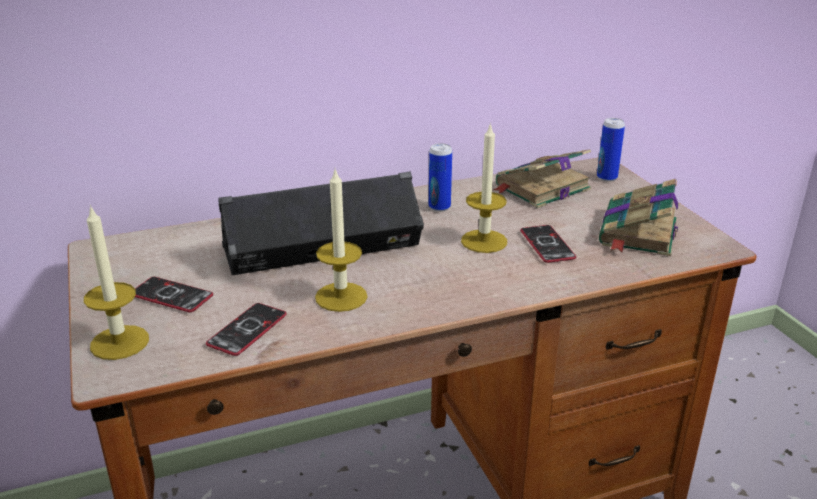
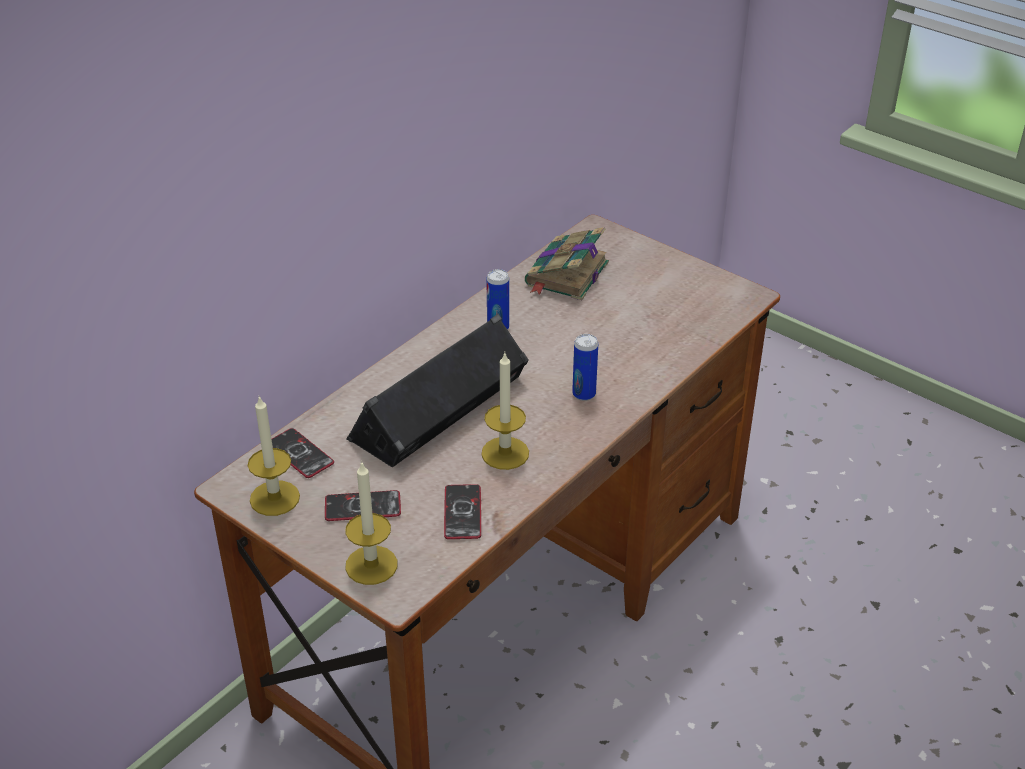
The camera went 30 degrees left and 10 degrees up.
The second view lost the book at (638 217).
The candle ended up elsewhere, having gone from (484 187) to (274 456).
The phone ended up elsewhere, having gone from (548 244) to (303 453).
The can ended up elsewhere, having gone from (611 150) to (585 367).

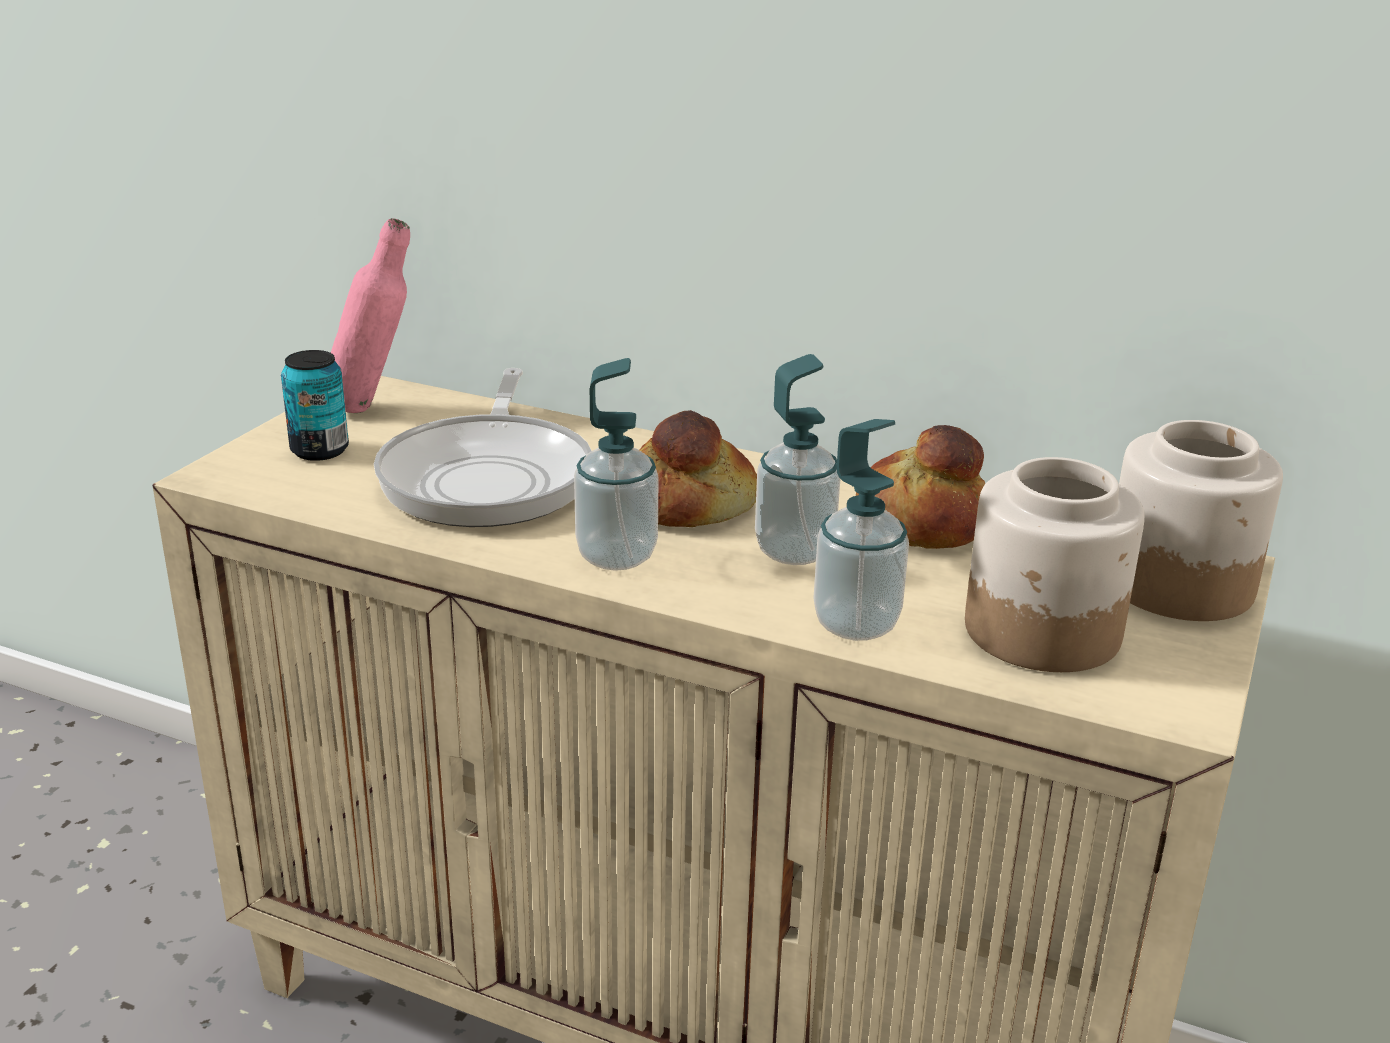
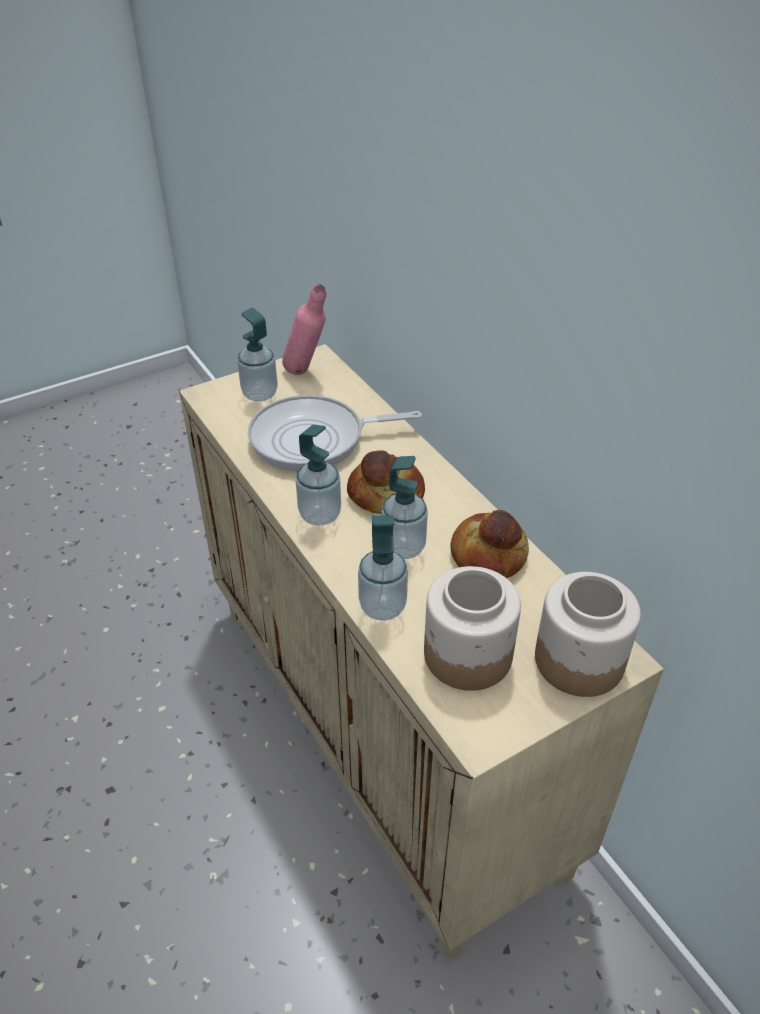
The camera went 35 degrees right and 15 degrees up.
Where the can stood at (315 405), the soap dispenser came to stand at (257 355).
The frying pan at (483 447) ended up facing another way, 45 degrees clockwise from before.

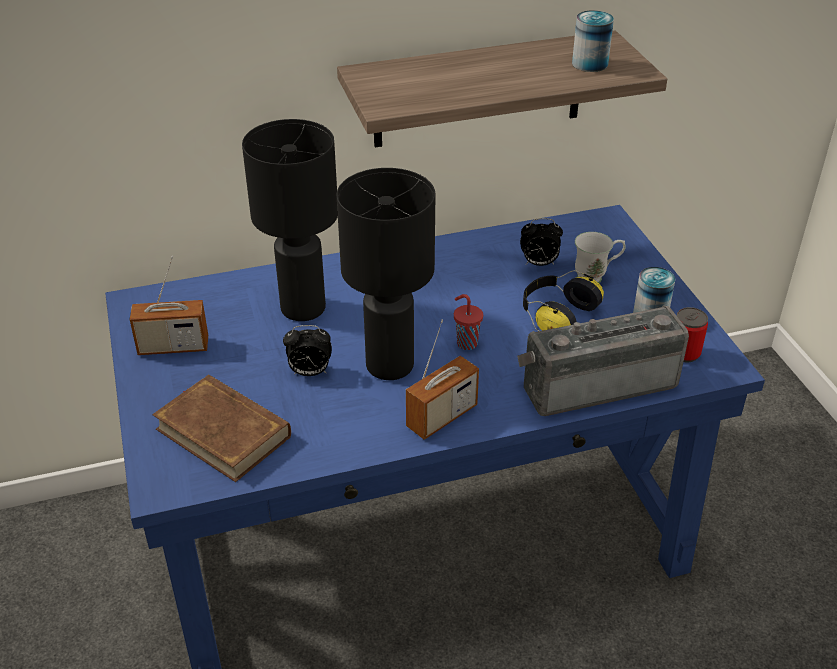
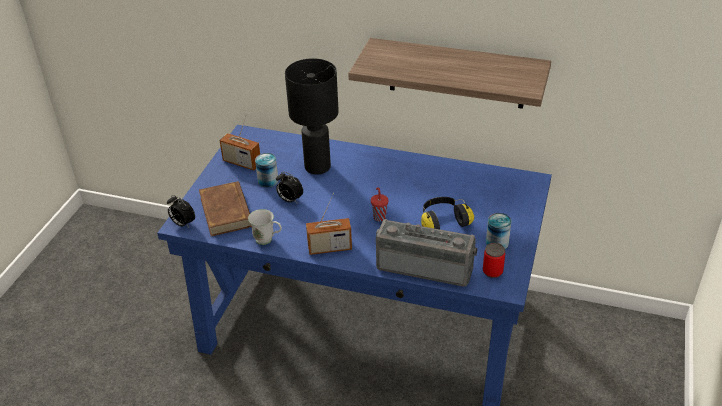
The camera went 35 degrees right and 0 degrees up.
The second view lost the table lamp in black at (386 274).
The alarm clock ended up elsewhere, having gone from (541 242) to (181 211).
The can ended up elsewhere, having gone from (593 41) to (266 170).
The mug in white ended up elsewhere, having gone from (600 257) to (265 227).

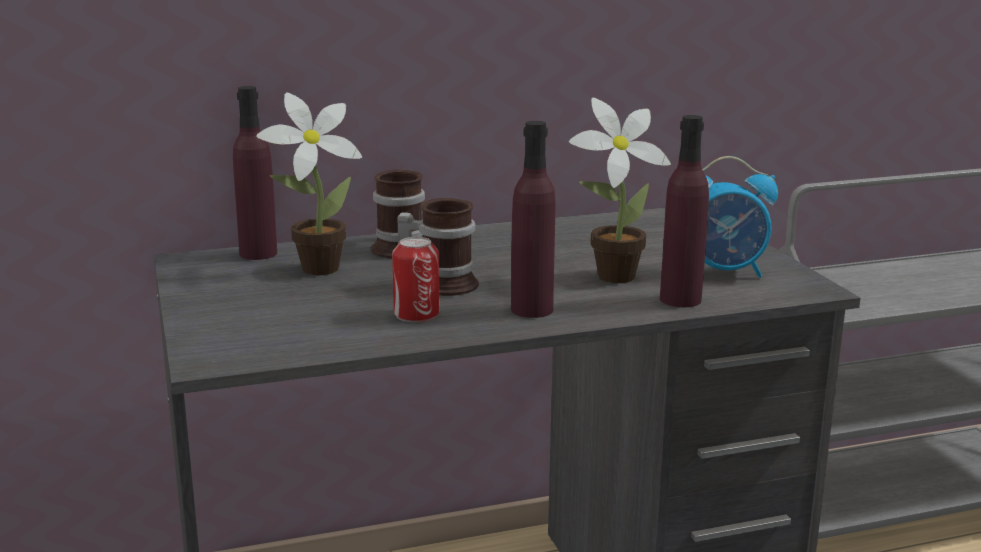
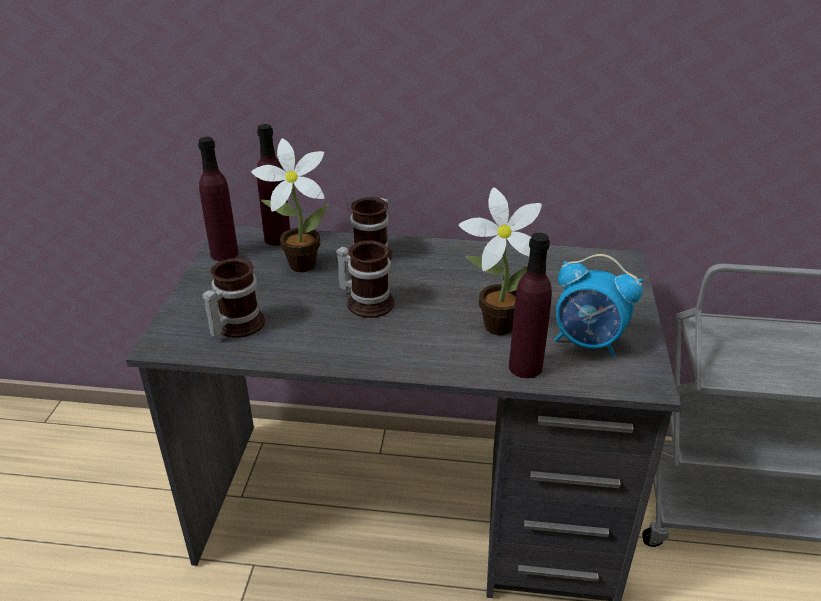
The camera went 25 degrees right and 15 degrees up.
The second view lost the can at (415 280).
The second view gained the mug at (233 298).
The bottle in purple ended up elsewhere, having gone from (533 219) to (218 199).

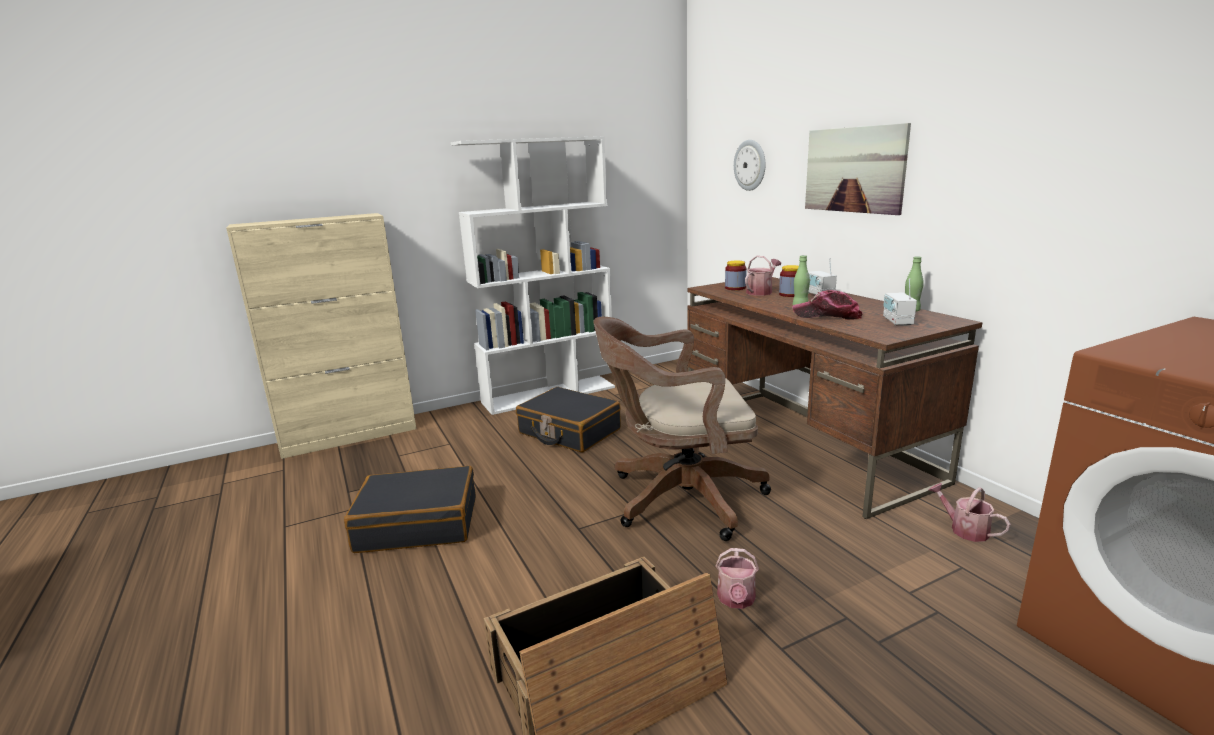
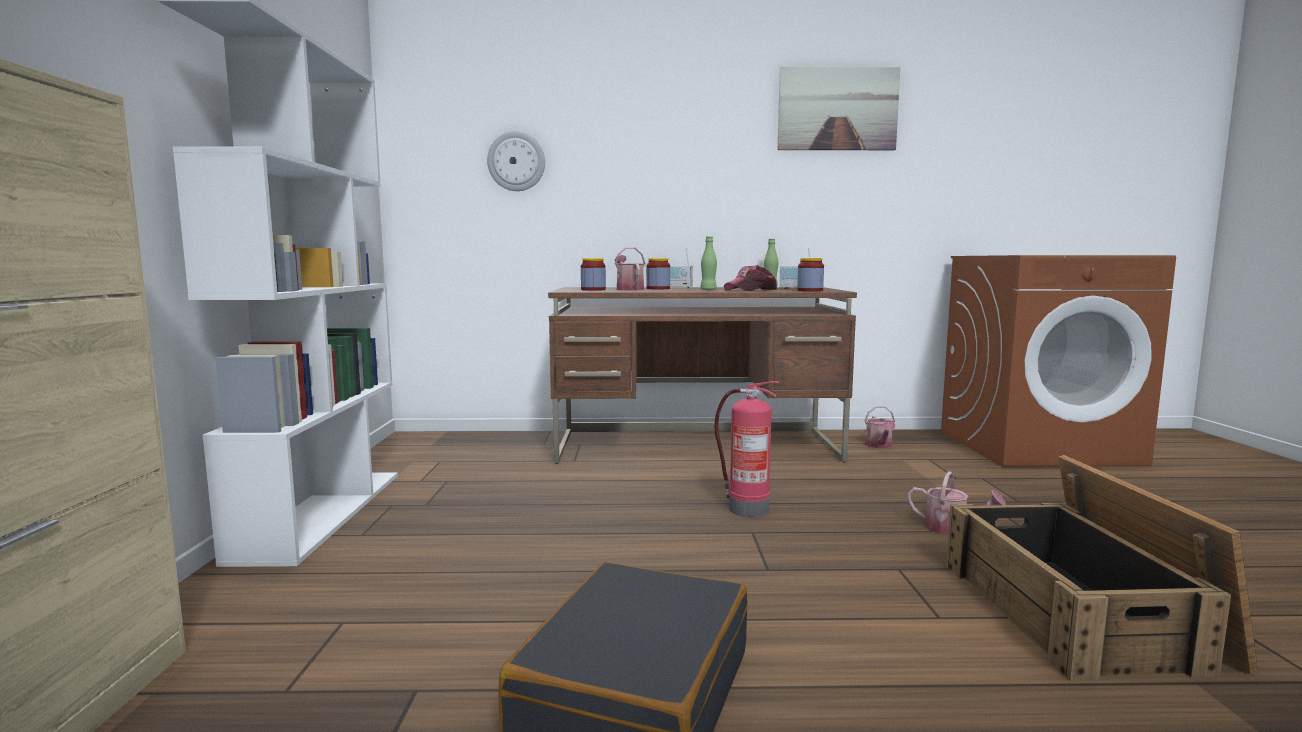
The camera went 65 degrees left and 10 degrees down.
The second view lost the suitcase in black at (568 419).
The second view gained the jar at (810 275).
The picture ended up elsewhere, having gone from (858 169) to (839 108).
Where the office chair in brown stood at (682 429), the fire extinguisher came to stand at (747 449).
The watering can at (970 512) ended up facing another way, 75 degrees counterclockwise from before.

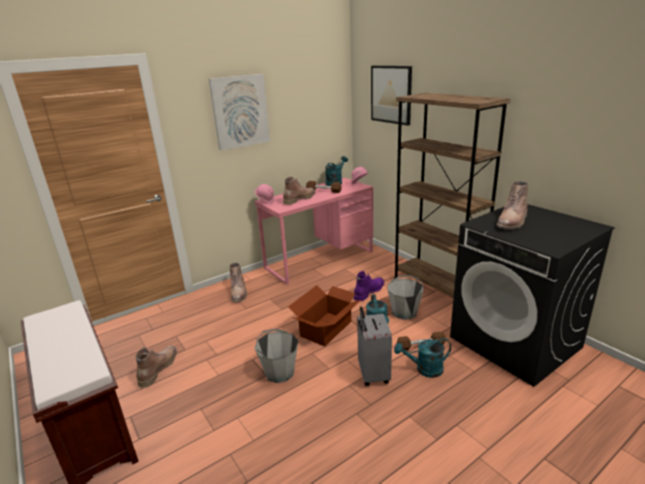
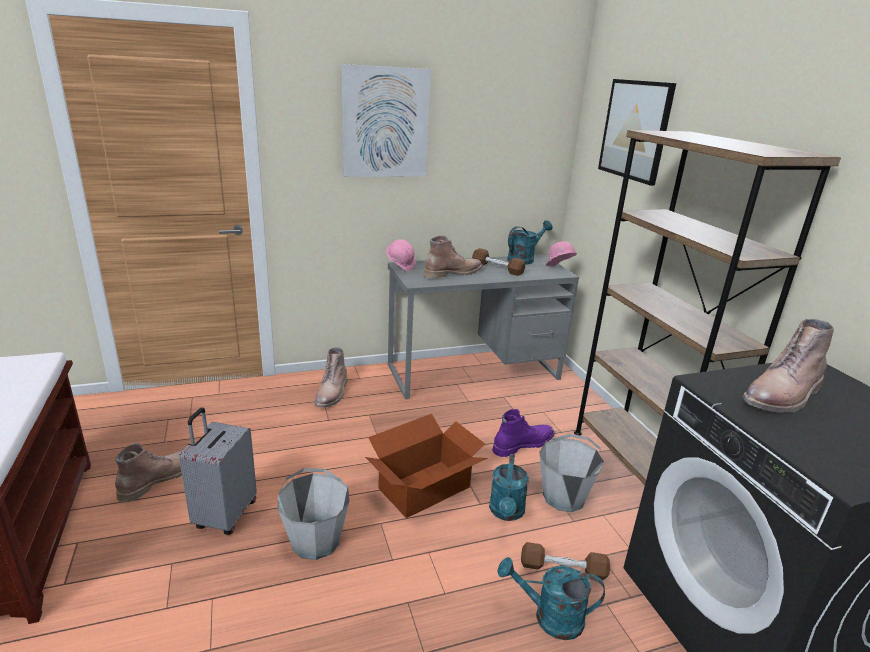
The camera went 15 degrees right and 0 degrees up.
The suitcase in grey ended up elsewhere, having gone from (374 346) to (218 471).
What was the desk in pink at (314 231) turned into the desk in grey at (483 327).

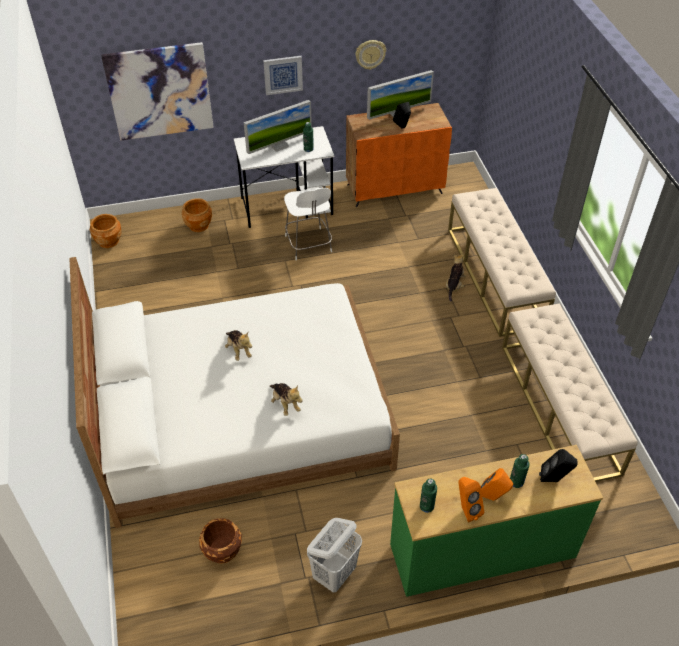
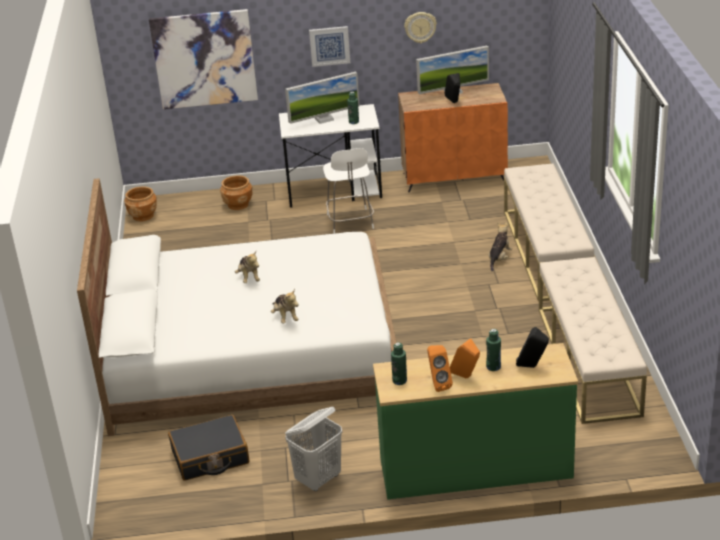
The camera went 10 degrees right and 15 degrees down.
Where the planter in brown stood at (220 540), the suitcase in black came to stand at (209 448).

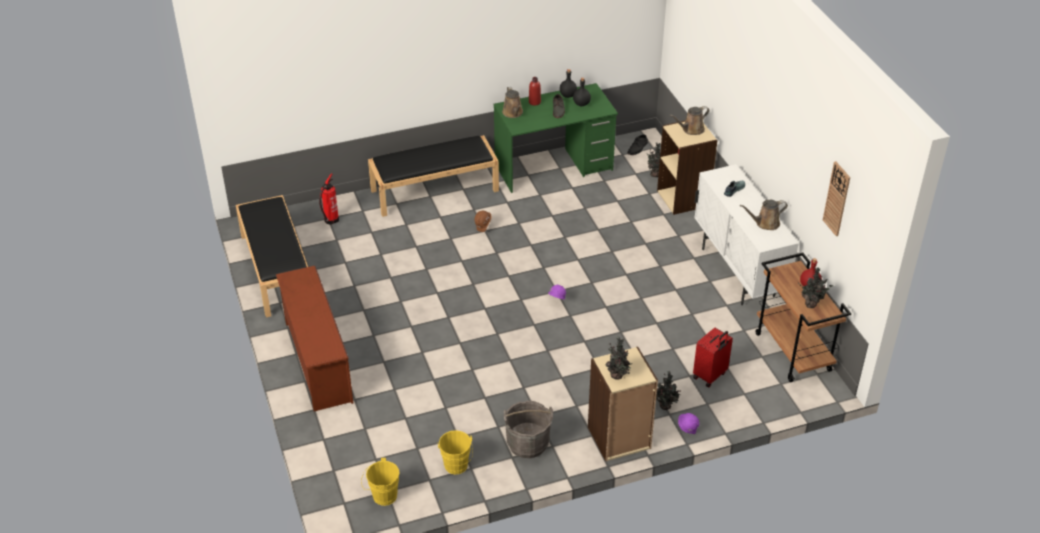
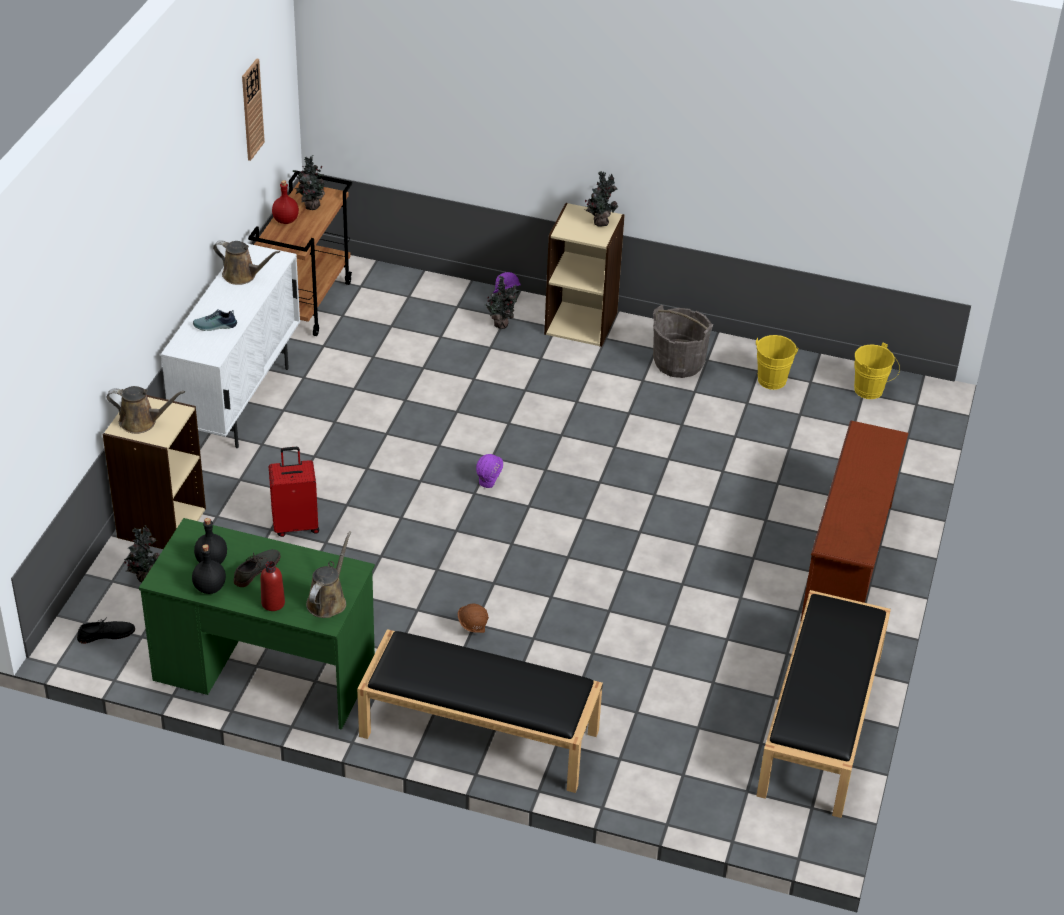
The camera went 145 degrees left and 0 degrees up.
The second view lost the fire extinguisher at (329 199).
The suitcase in red ended up elsewhere, having gone from (713 357) to (294 492).

